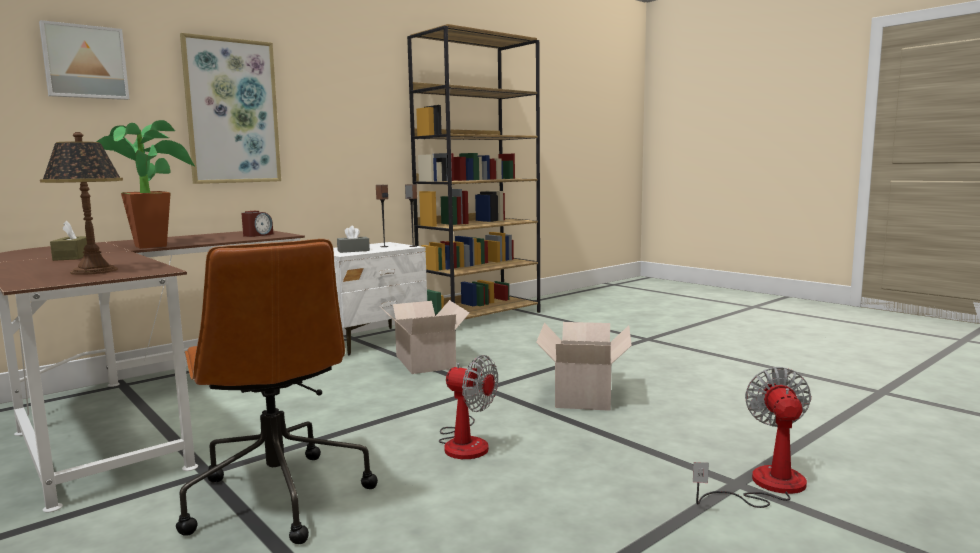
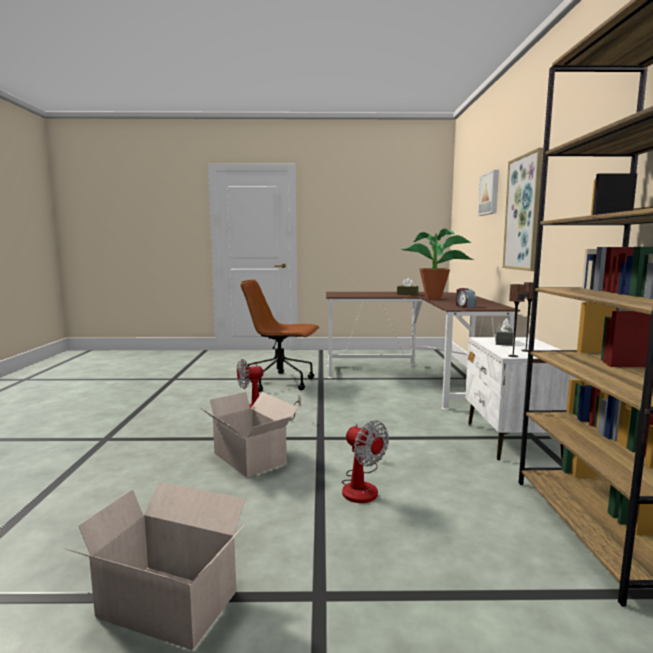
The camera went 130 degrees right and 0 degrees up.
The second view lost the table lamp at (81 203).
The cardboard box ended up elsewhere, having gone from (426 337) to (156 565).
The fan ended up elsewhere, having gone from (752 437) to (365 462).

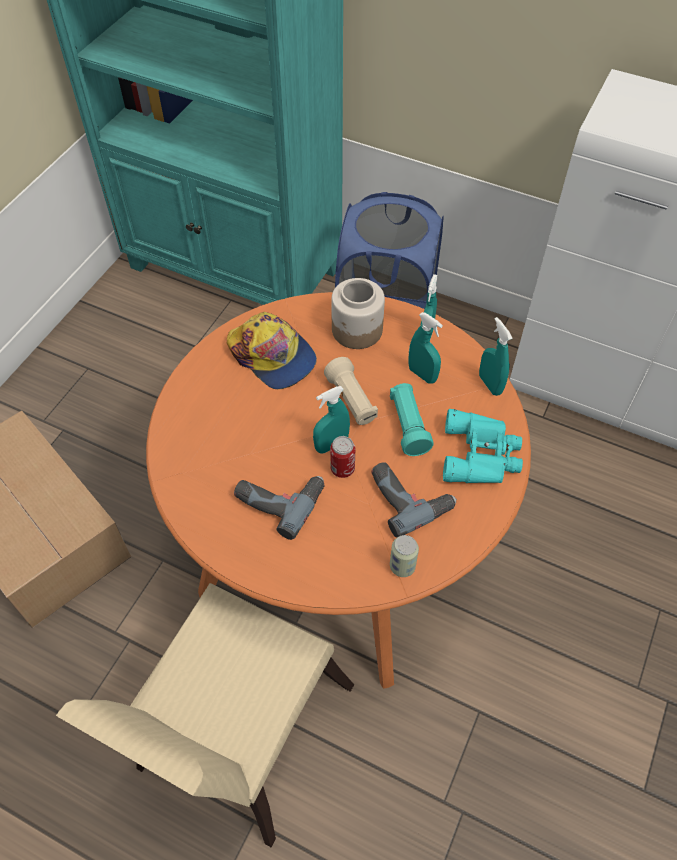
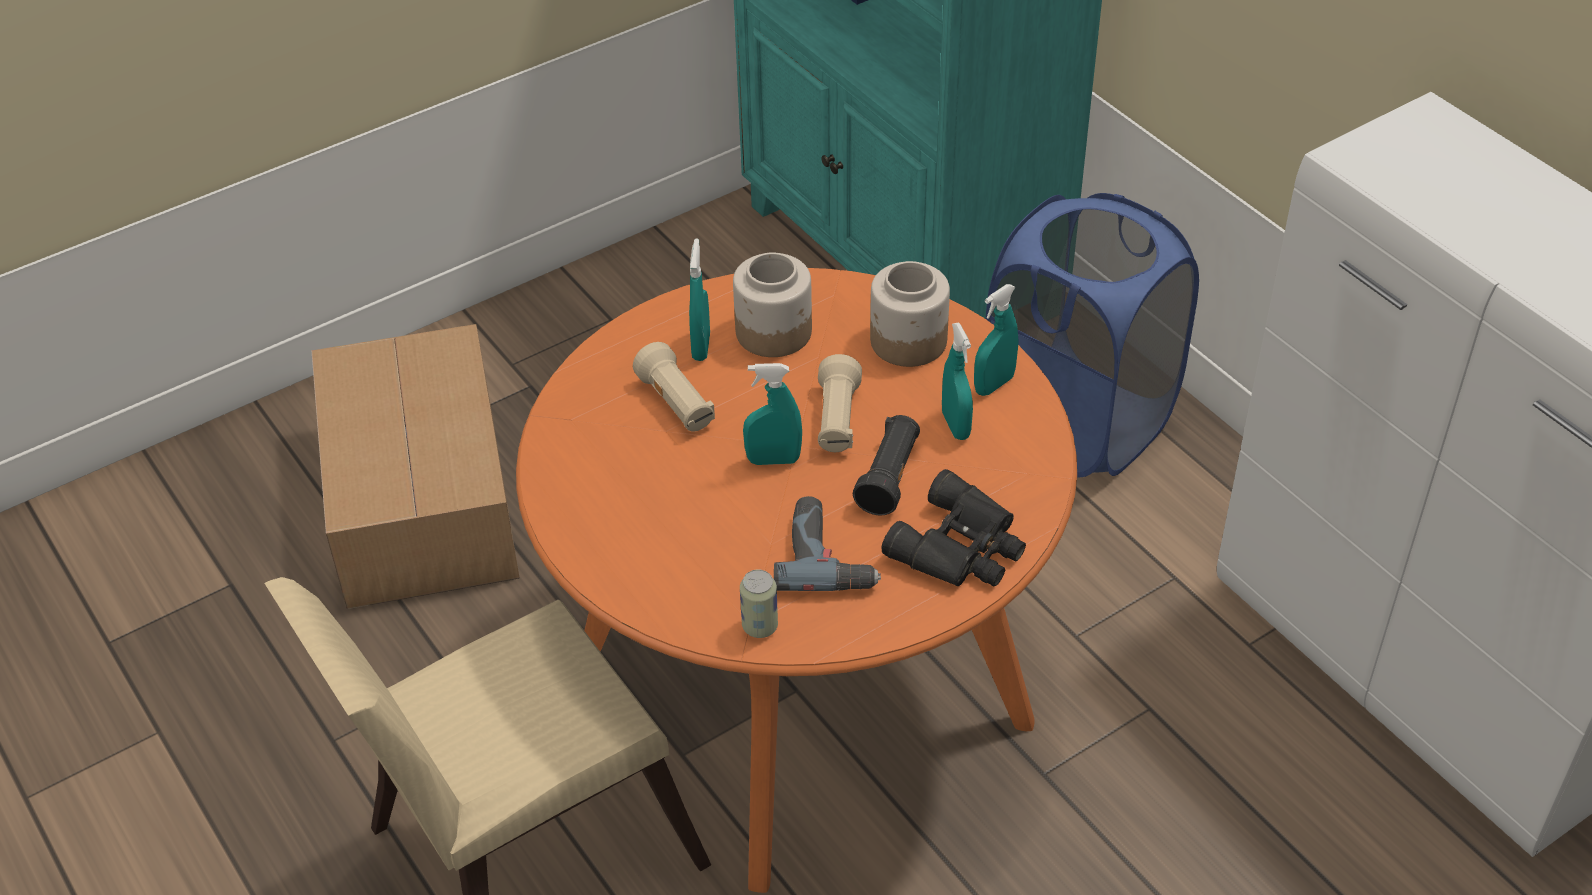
The camera went 30 degrees right and 10 degrees down.
The second view lost the power drill at (279 508).
The second view lost the can at (342 457).
The second view gained the flashlight in beige at (674 387).
The spray bottle in turquoise ended up elsewhere, having gone from (496 356) to (699 300).
Where the cap stood at (271 350), the jar came to stand at (772 304).
What was the flashlight in turquoise at (412 419) turned into the flashlight in black at (886 465).
What was the binoculars in turquoise at (483 446) turned into the binoculars in black at (953 528).

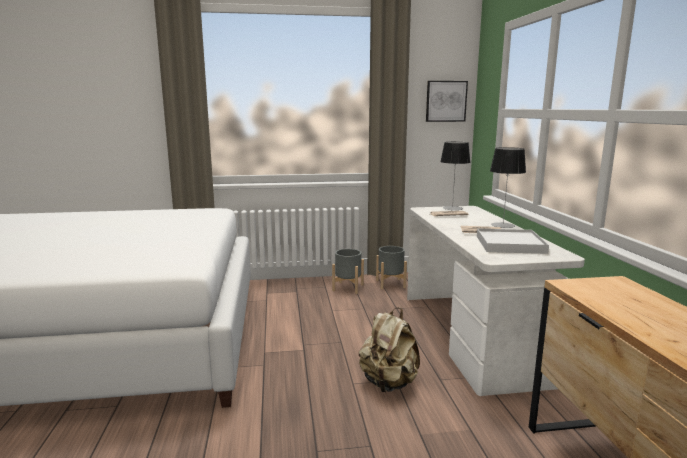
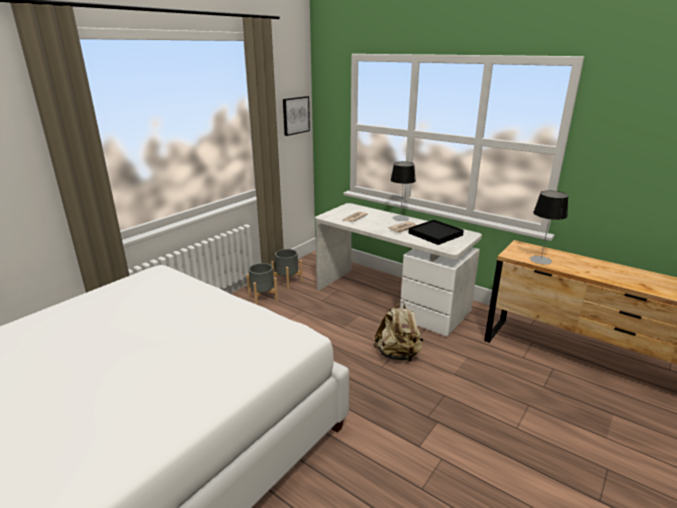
The camera went 45 degrees left and 10 degrees up.
The table lamp ended up elsewhere, having gone from (455 176) to (549 227).
What was the tray in white at (513 241) turned into the tray in black at (436 232).

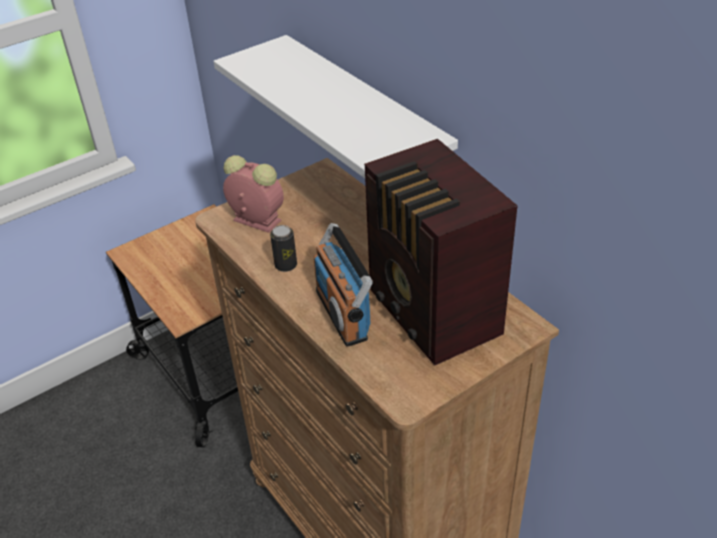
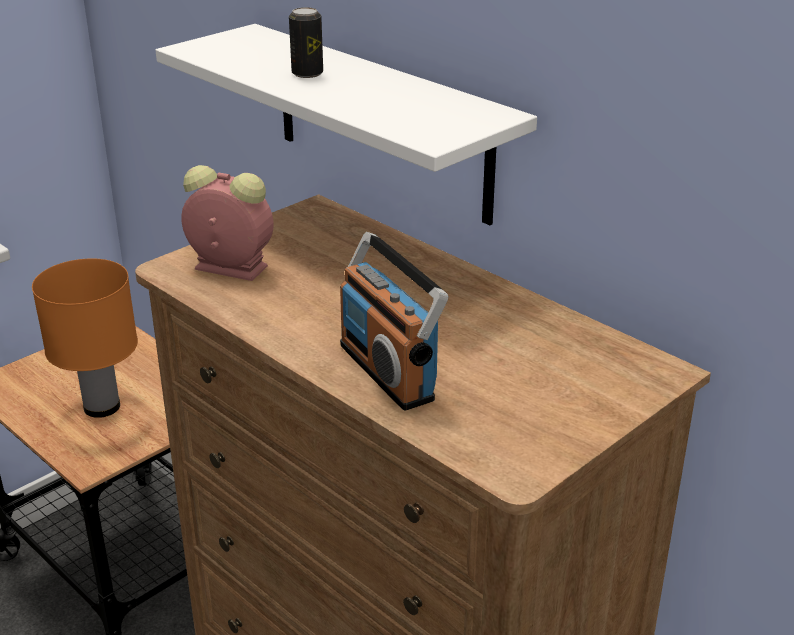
The camera went 10 degrees left and 10 degrees down.
The second view lost the radio at (441 252).
The second view gained the table lamp in orange at (85 338).
The can ended up elsewhere, having gone from (283 248) to (306 42).

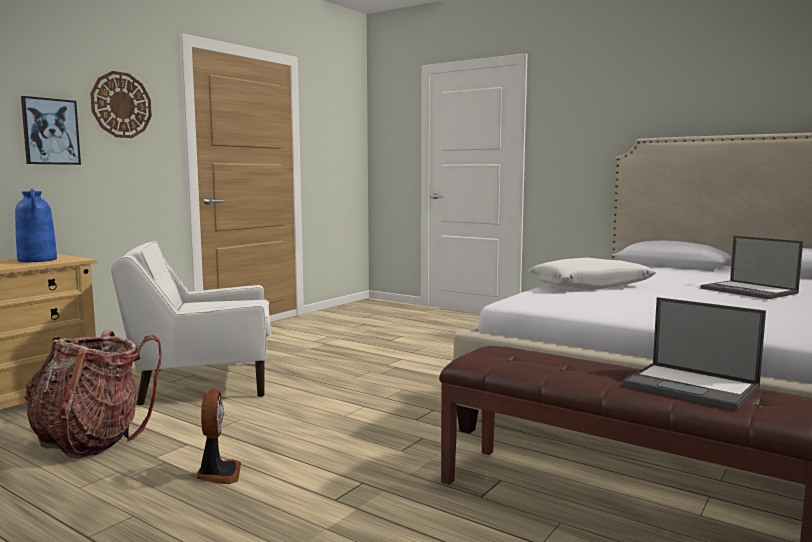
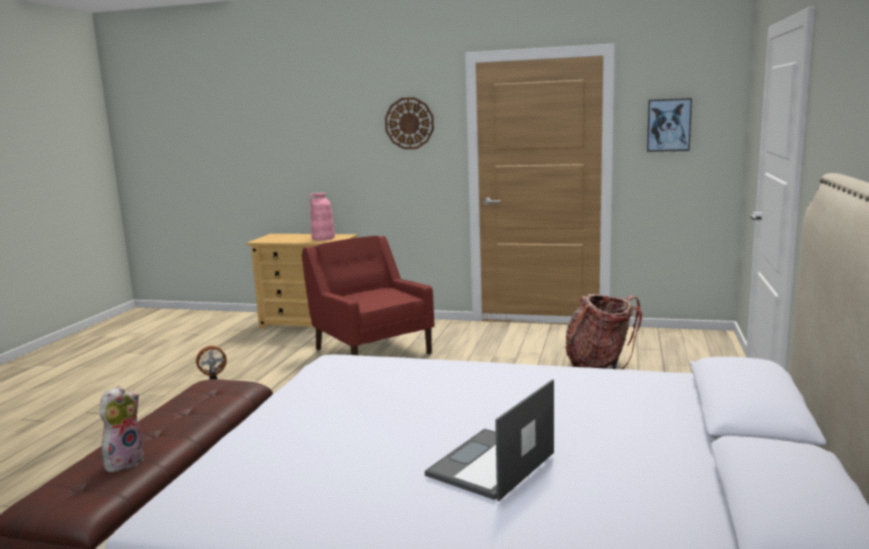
The camera went 70 degrees right and 5 degrees up.
The second view lost the pillow in white at (592 273).
The picture ended up elsewhere, having gone from (51 130) to (669 125).
The backpack ended up elsewhere, having gone from (93 394) to (603 331).
Where the laptop stood at (694 353), the plush toy came to stand at (121 429).
What was the vase in blue at (36 225) turned into the vase in pink at (322 216).
What was the armchair in white at (191 323) turned into the armchair in red at (368 295).

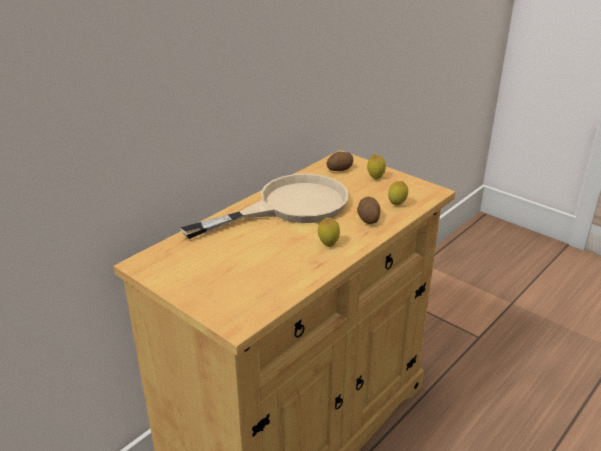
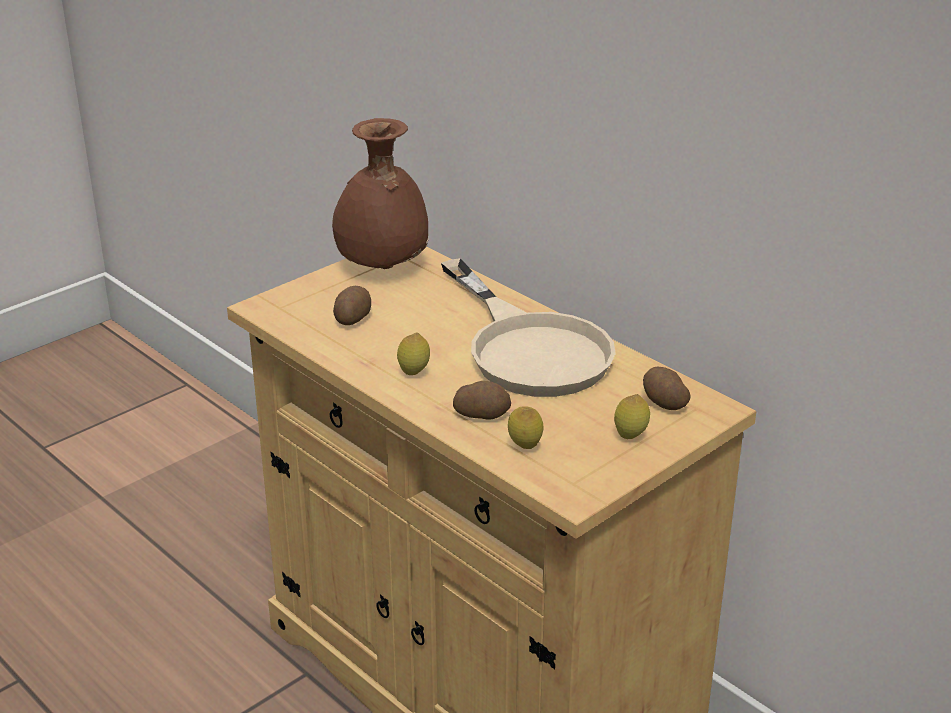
The camera went 95 degrees right and 0 degrees up.
The second view gained the vase in brown at (380 193).
The second view gained the potato at (352 305).

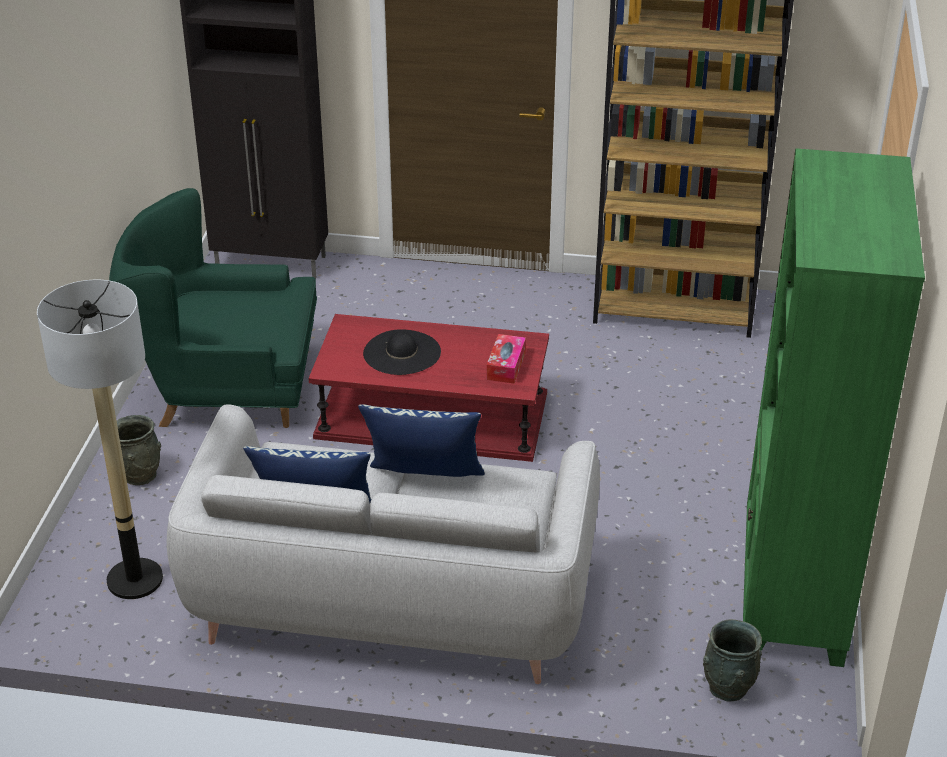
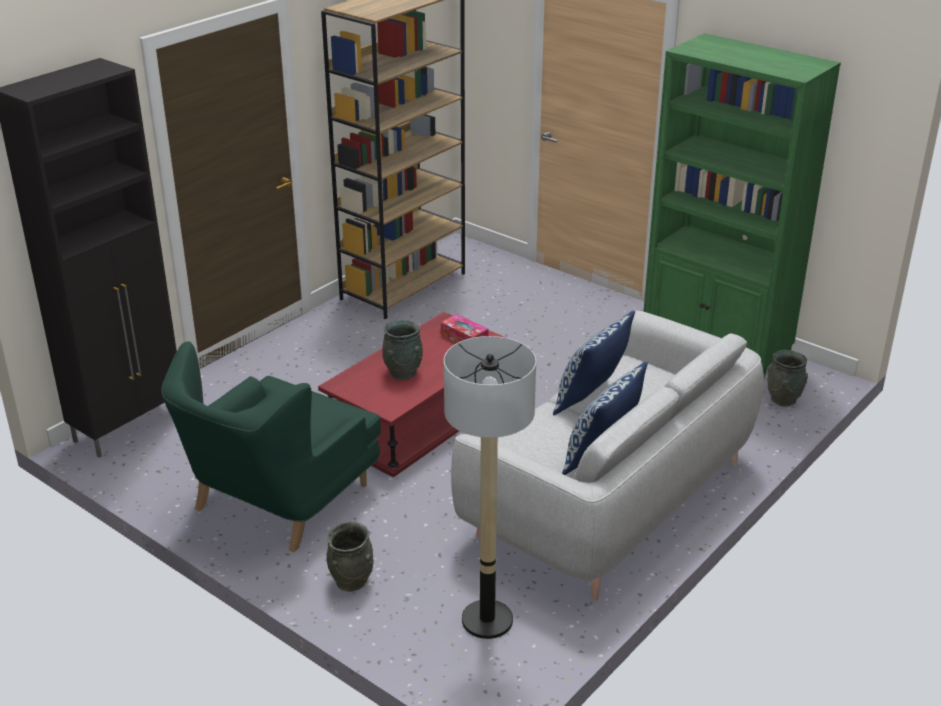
The camera went 60 degrees left and 5 degrees down.
Where the hat in black stood at (402 352), the vase in grey came to stand at (402 349).

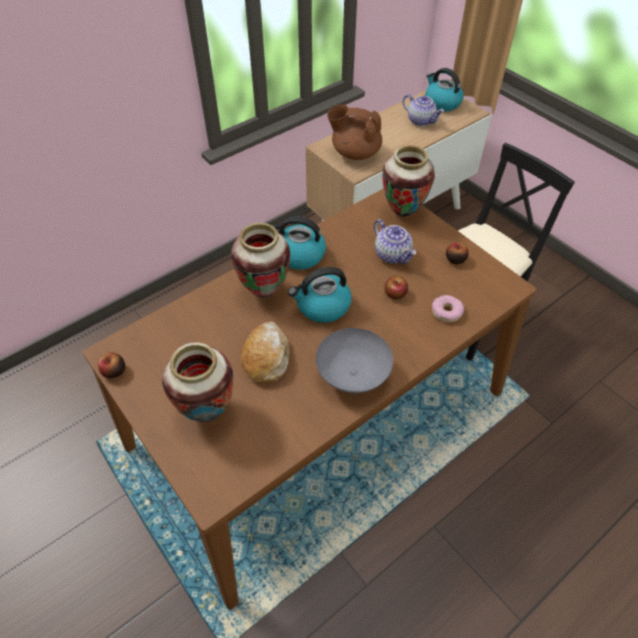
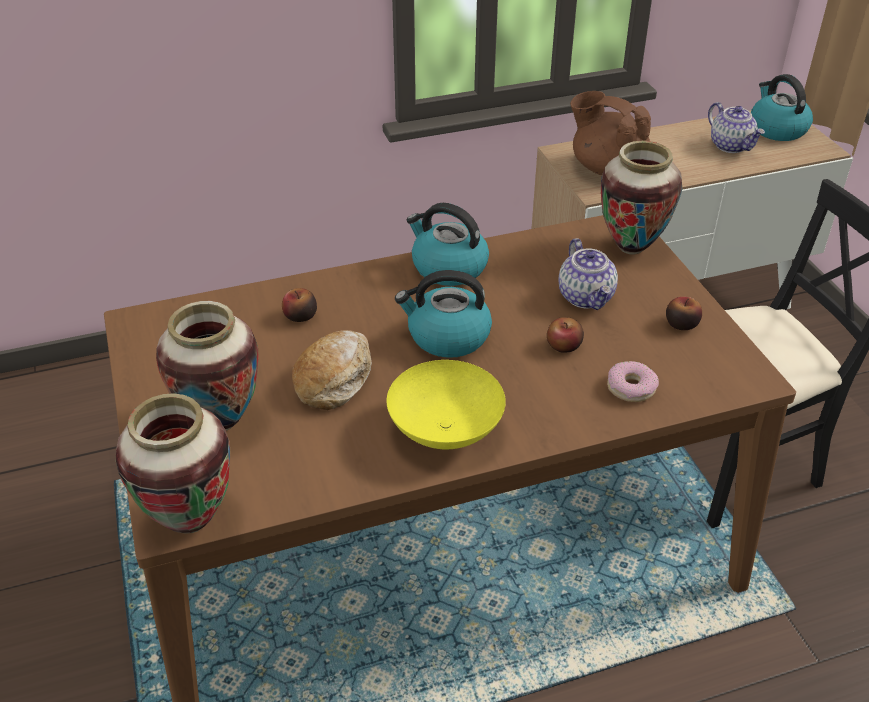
The camera went 20 degrees right and 10 degrees down.
The apple ended up elsewhere, having gone from (111 365) to (299 305).
The vase ended up elsewhere, having gone from (260 260) to (173 463).
What was the bowl in grey at (354 360) turned into the bowl in yellow at (446 404).

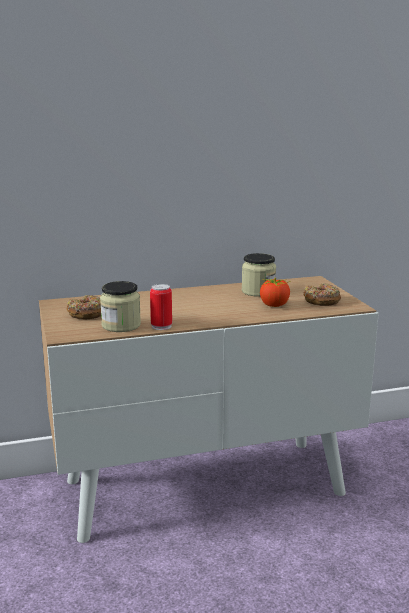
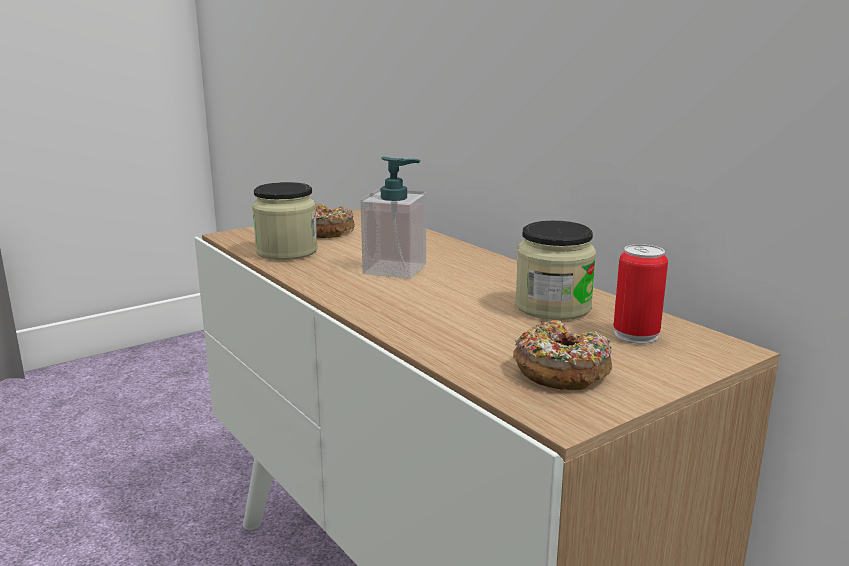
The camera went 70 degrees right and 0 degrees up.
The second view lost the tomato at (275 292).
The second view gained the soap dispenser at (393 218).
The can ended up elsewhere, having gone from (161 307) to (640 294).

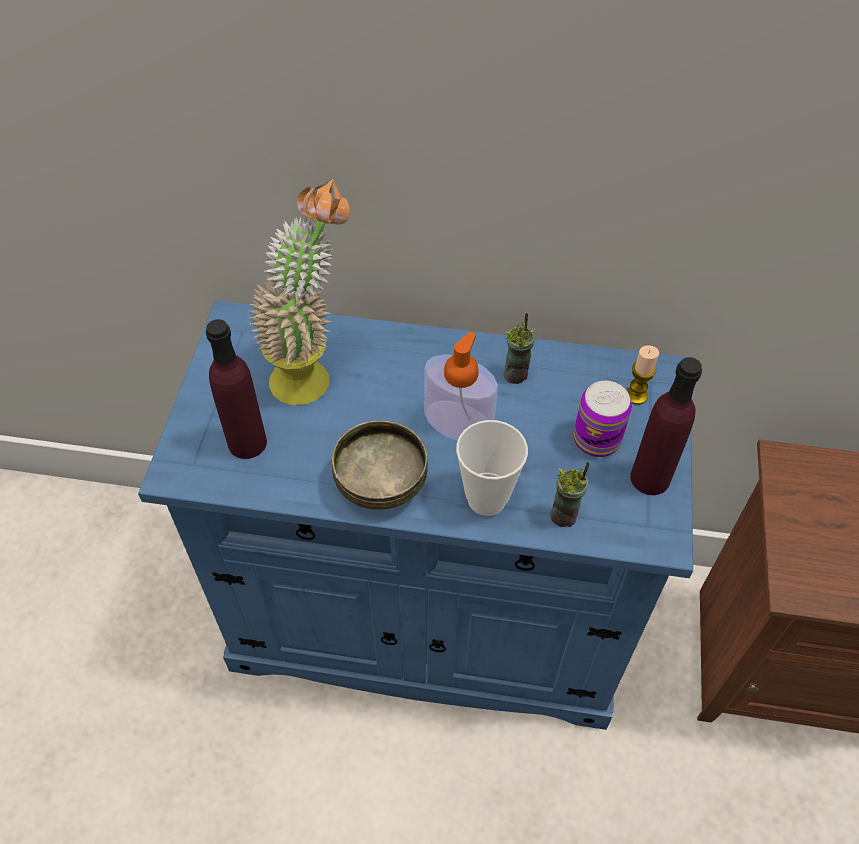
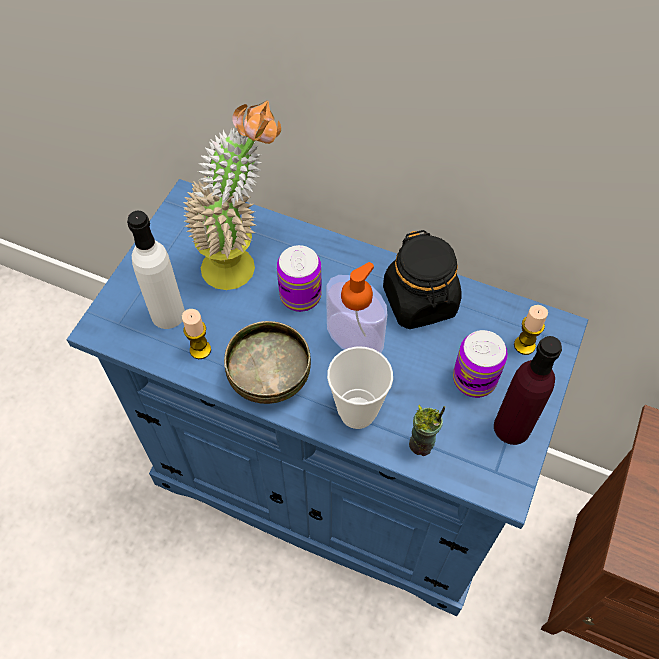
The camera went 15 degrees right and 5 degrees up.
The second view gained the candle at (196 334).
The second view gained the can at (299 278).
Where the cup stood at (519 348), the jar in black came to stand at (422 279).
What was the bottle in purple at (236 389) turned into the bottle in white at (156 270).

